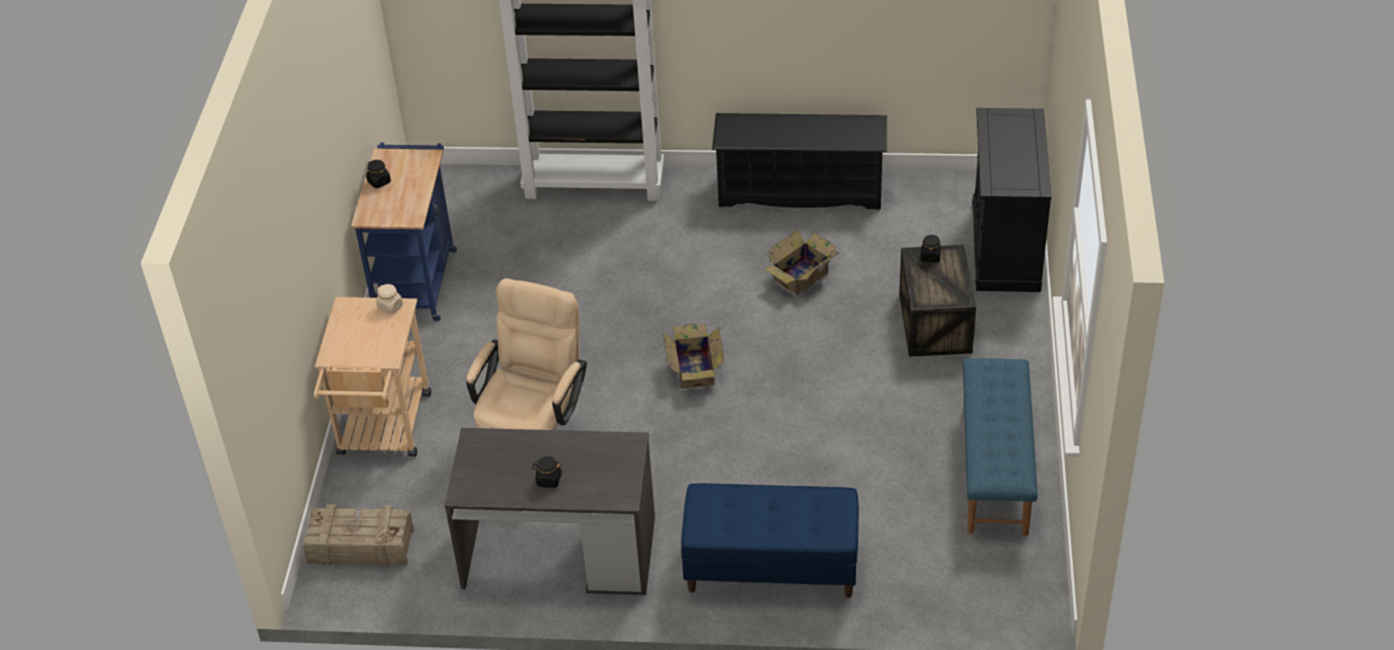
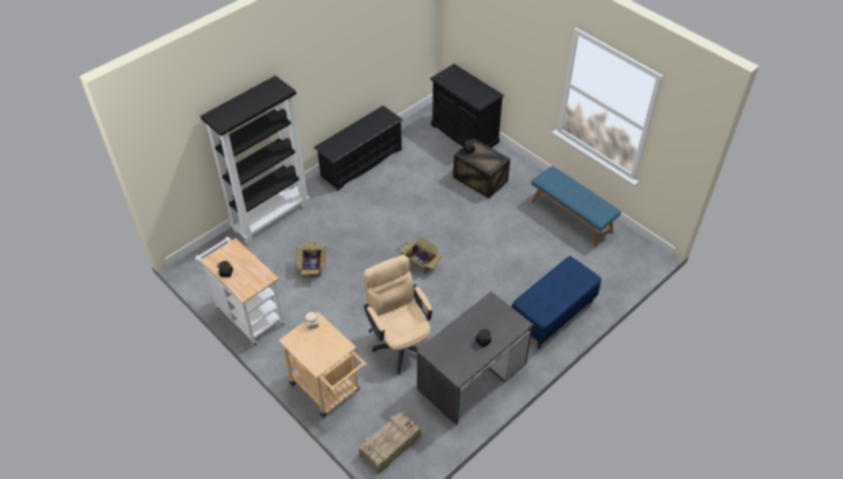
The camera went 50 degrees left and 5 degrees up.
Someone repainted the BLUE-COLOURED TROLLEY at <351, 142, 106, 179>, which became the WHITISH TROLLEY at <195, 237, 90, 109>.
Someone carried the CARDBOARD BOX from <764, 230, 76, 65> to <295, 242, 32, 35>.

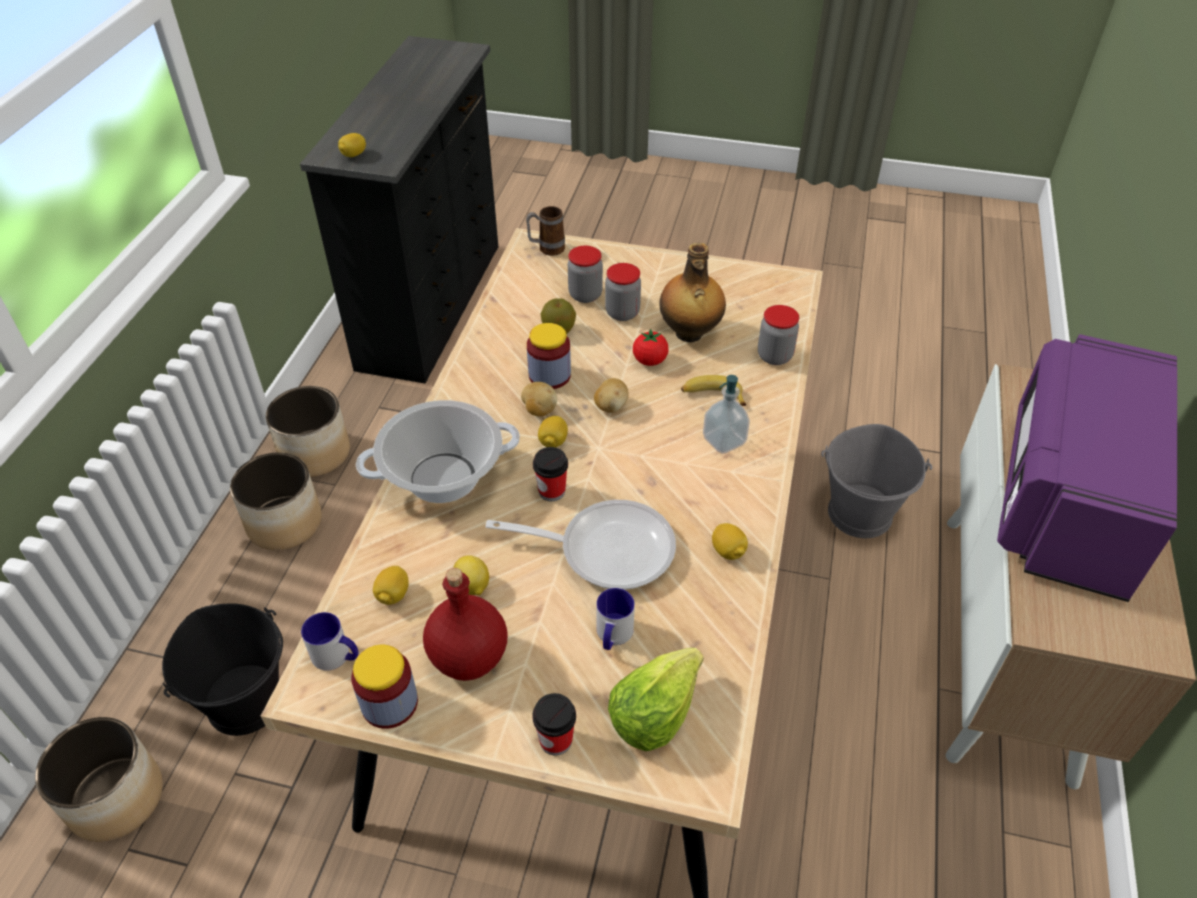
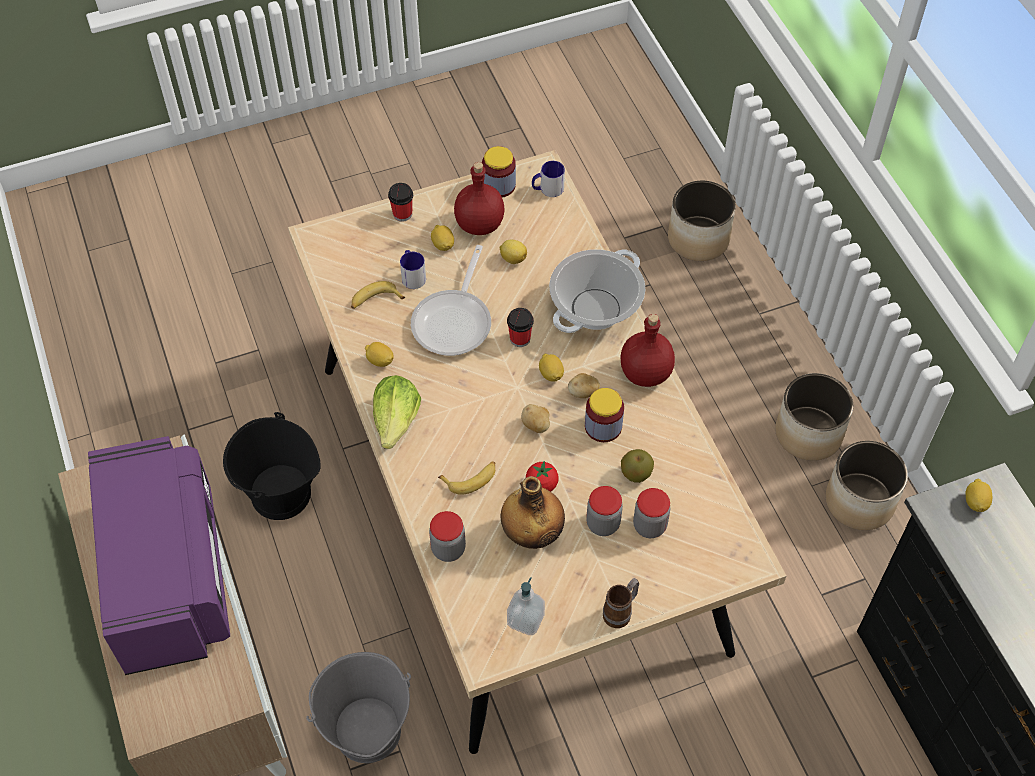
The camera went 145 degrees right and 10 degrees up.
Someone carried the BLACK BUCKET from <162, 603, 121, 133> to <223, 412, 98, 108>.
Someone put down the BANANA at <351, 281, 54, 28>.
Someone carried the LETTUCE from <608, 647, 96, 104> to <373, 375, 48, 74>.
Someone rotated the FRYING PAN at <485, 500, 191, 90> by 45 degrees counterclockwise.
Someone carried the LEMON from <373, 566, 36, 39> to <431, 225, 23, 26>.
Someone carried the SOAP BOTTLE from <703, 375, 47, 79> to <507, 577, 38, 58>.
Someone carried the COFFEE MUG from <526, 206, 39, 50> to <603, 578, 36, 50>.
Someone put down the RED DRINK BOTTLE at <620, 314, 55, 73>.

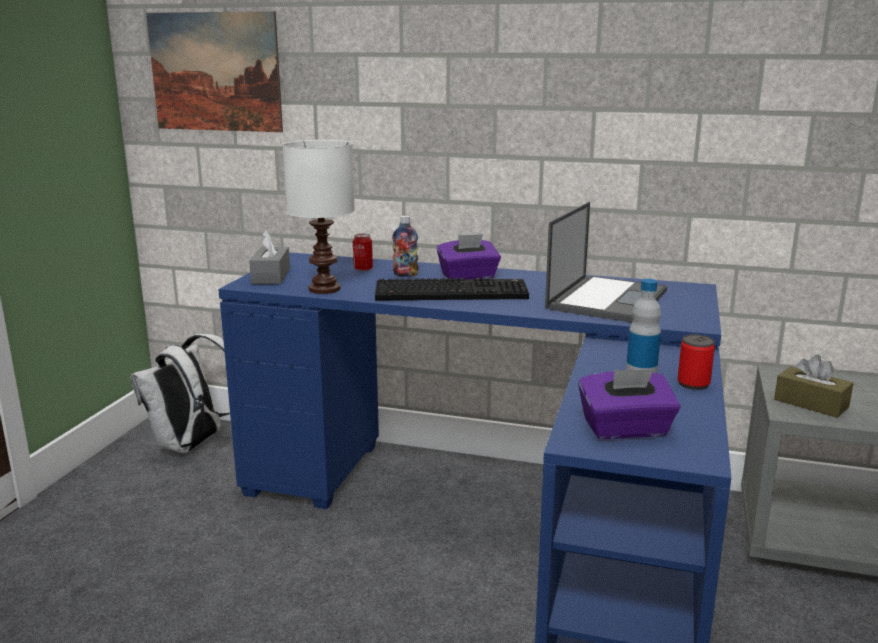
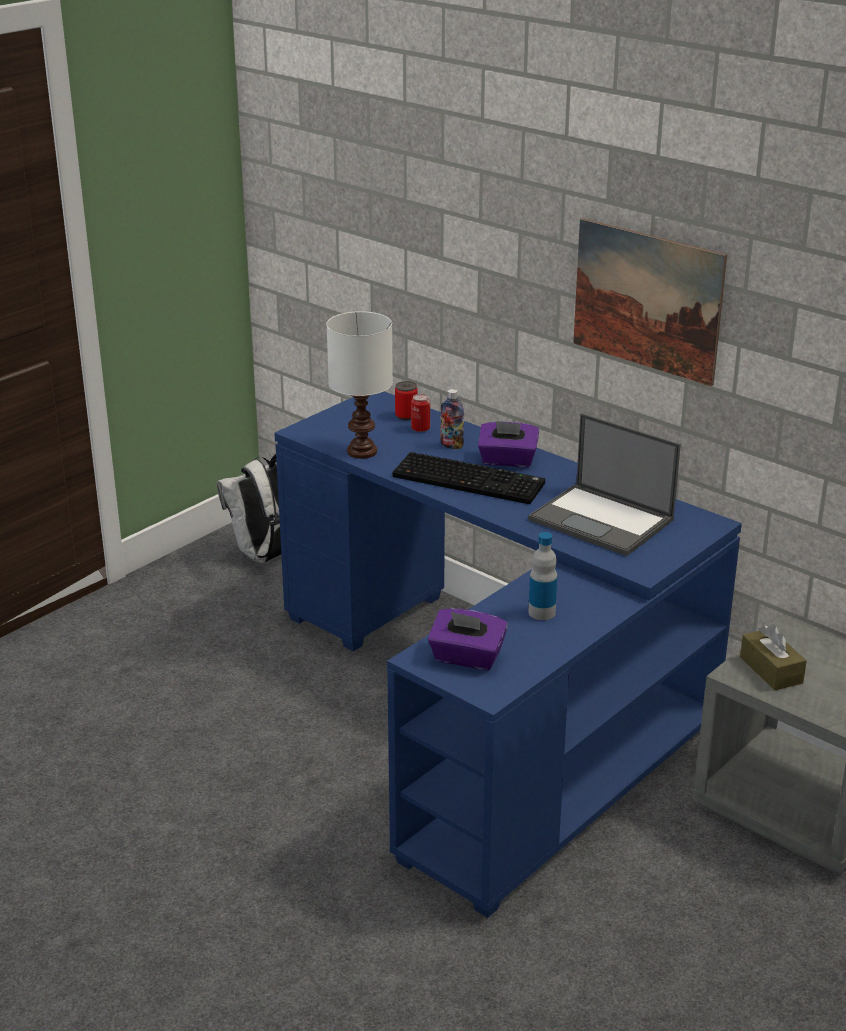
The camera went 25 degrees right and 10 degrees up.
Someone carried the METAL CAN from <678, 334, 37, 56> to <395, 381, 22, 39>.
Someone rotated the PORTABLE COMPUTER at <545, 202, 122, 121> by 75 degrees clockwise.
Someone carried the WALL PICTURE from <146, 11, 137, 121> to <573, 218, 154, 168>.
Someone took away the GRAY BOX OF TISSUES at <249, 230, 41, 54>.

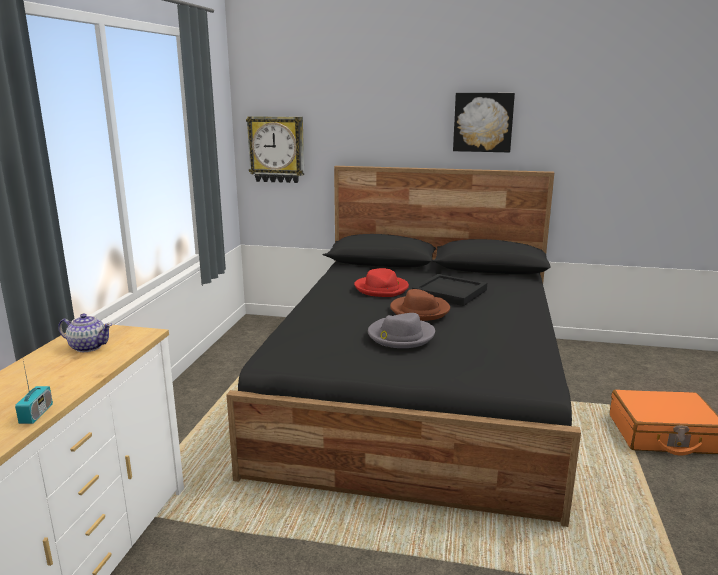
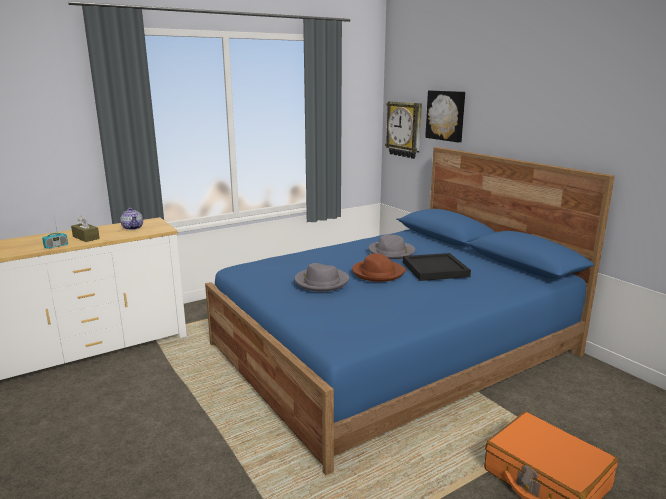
The camera went 45 degrees right and 0 degrees up.
Someone put down the BROWNISH BOX OF TISSUES at <71, 216, 29, 26>.
Someone repainted the BLACK BEDROOM BED at <226, 166, 355, 361>, which became the BLUE-COLOURED BEDROOM BED at <205, 147, 410, 328>.
Someone repainted the RED CLOTHING HAT at <354, 268, 55, 29>, which became the GRAY CLOTHING HAT at <369, 235, 46, 24>.
Someone carried the WALL PICTURE from <453, 93, 62, 59> to <425, 90, 40, 53>.

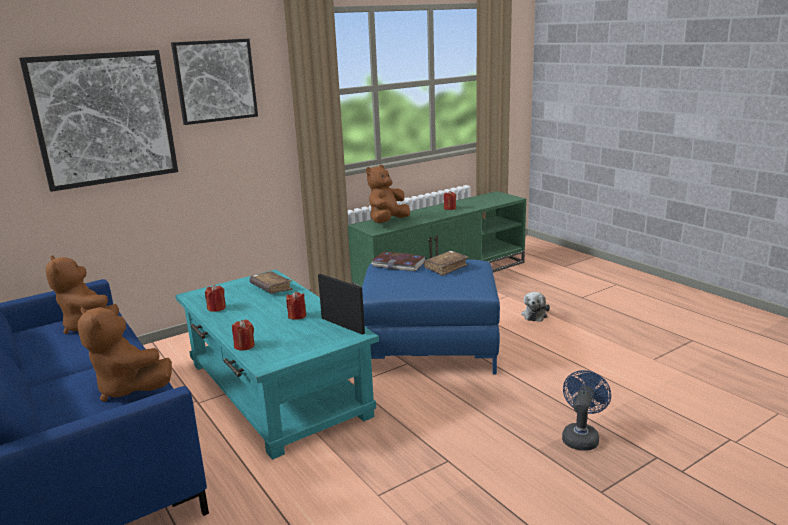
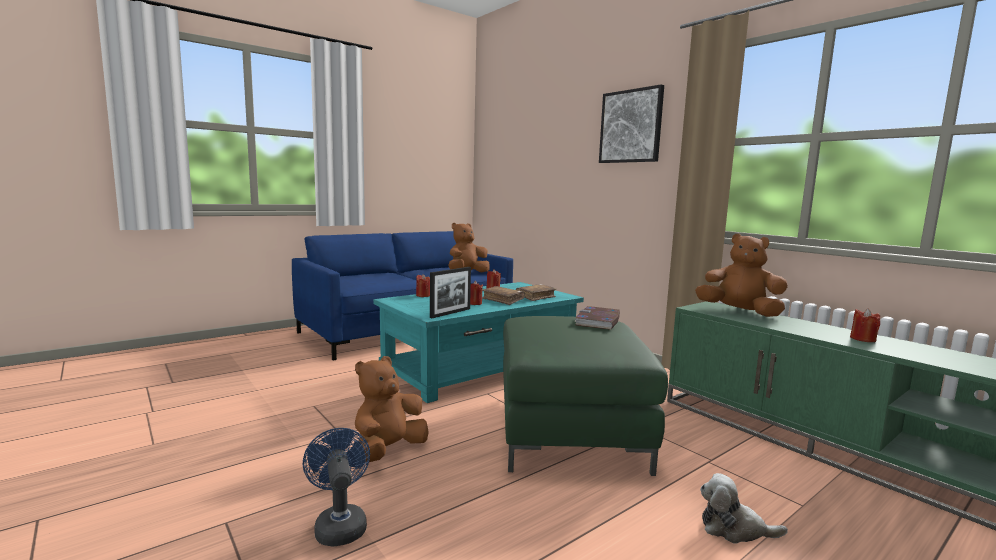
The camera went 85 degrees right and 10 degrees down.
Someone rotated the BLUE-COLOURED COOLING FAN at <562, 370, 49, 81> by 135 degrees counterclockwise.
Someone carried the BROWNISH CUDDLY TOY from <78, 306, 94, 96> to <355, 356, 74, 106>.
Someone carried the BROWNISH BOOK from <424, 251, 44, 25> to <482, 286, 43, 19>.
Someone repainted the BLUE-COLOURED FOOTREST at <362, 259, 138, 115>, which became the GREEN FOOTREST at <503, 316, 165, 160>.
Someone took away the WALL PICTURE at <19, 50, 159, 142>.

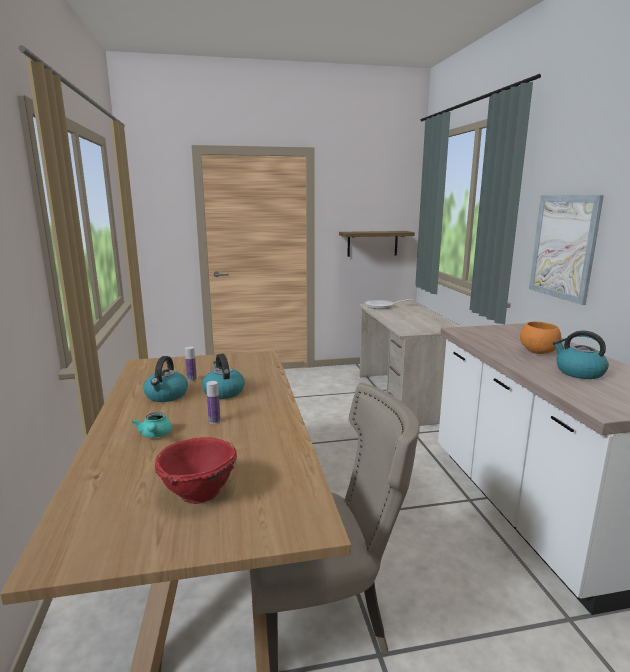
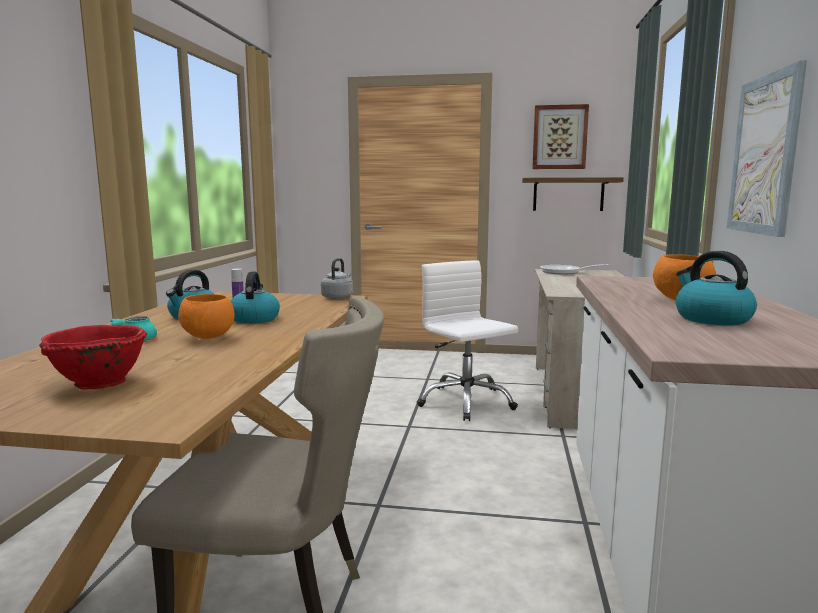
The camera went 20 degrees right and 5 degrees down.
Someone swapped the DRINK BOTTLE at <206, 381, 14, 43> for the ORANGEY SERVING BOWL at <178, 294, 57, 45>.
Someone put down the GRAY TEA KETTLE at <321, 258, 32, 41>.
Someone put down the WHITISH DESK CHAIR at <417, 260, 101, 161>.
Someone put up the WALL PICTURE at <532, 104, 57, 65>.

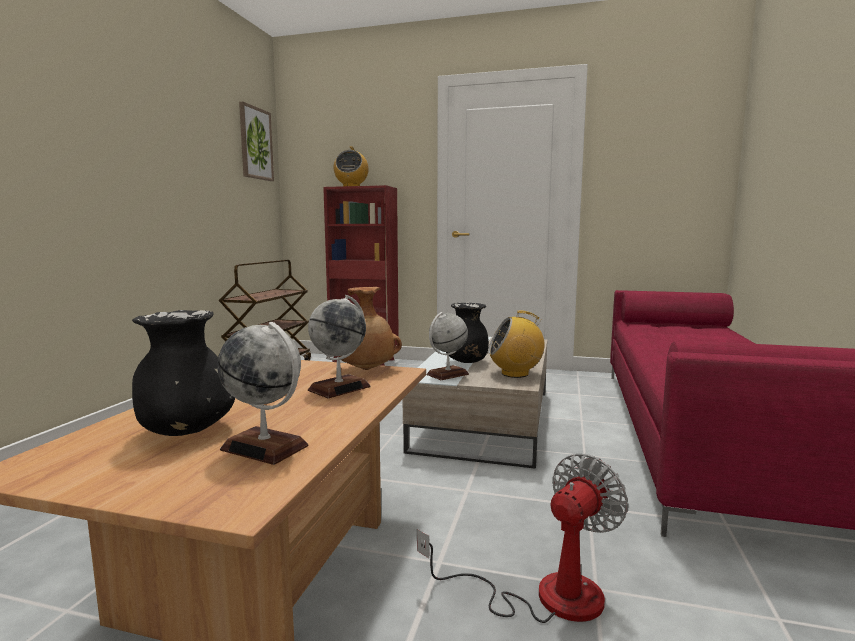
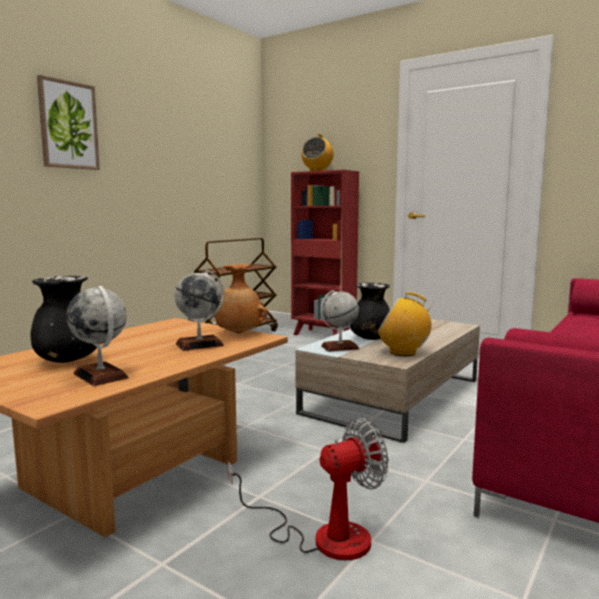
The camera went 20 degrees right and 0 degrees up.
Someone carried the WALL PICTURE from <239, 102, 35, 79> to <37, 75, 63, 95>.

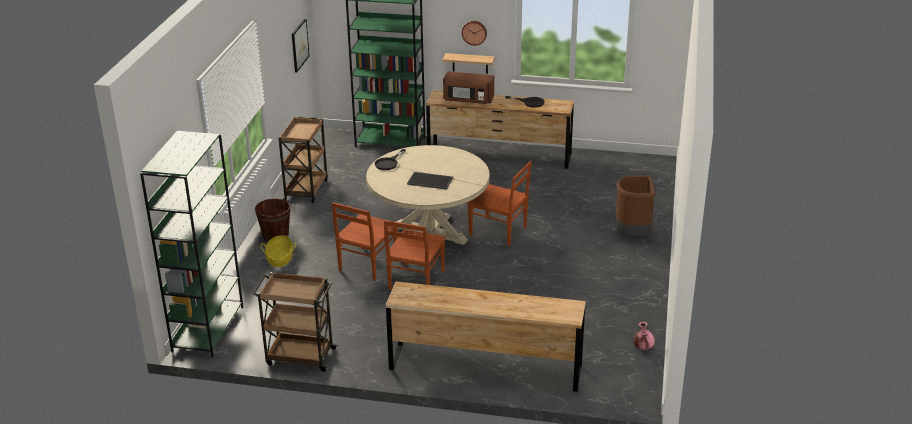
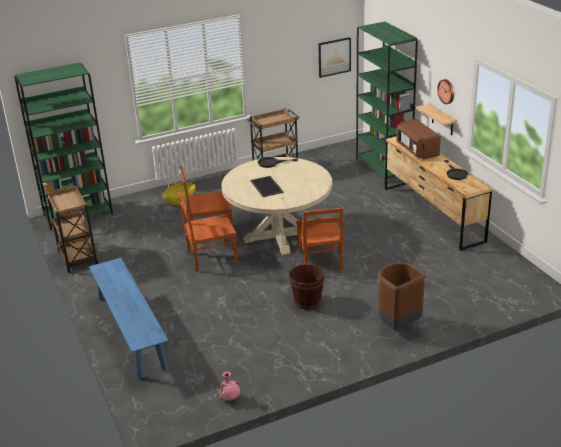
The camera went 55 degrees right and 0 degrees up.
Someone swapped the BROWNISH CHEST OF DRAWERS at <386, 281, 200, 111> for the BLUE-COLOURED LONG SEAT at <89, 258, 80, 121>.
Someone carried the BROWNISH BUCKET from <255, 198, 36, 44> to <289, 264, 36, 46>.

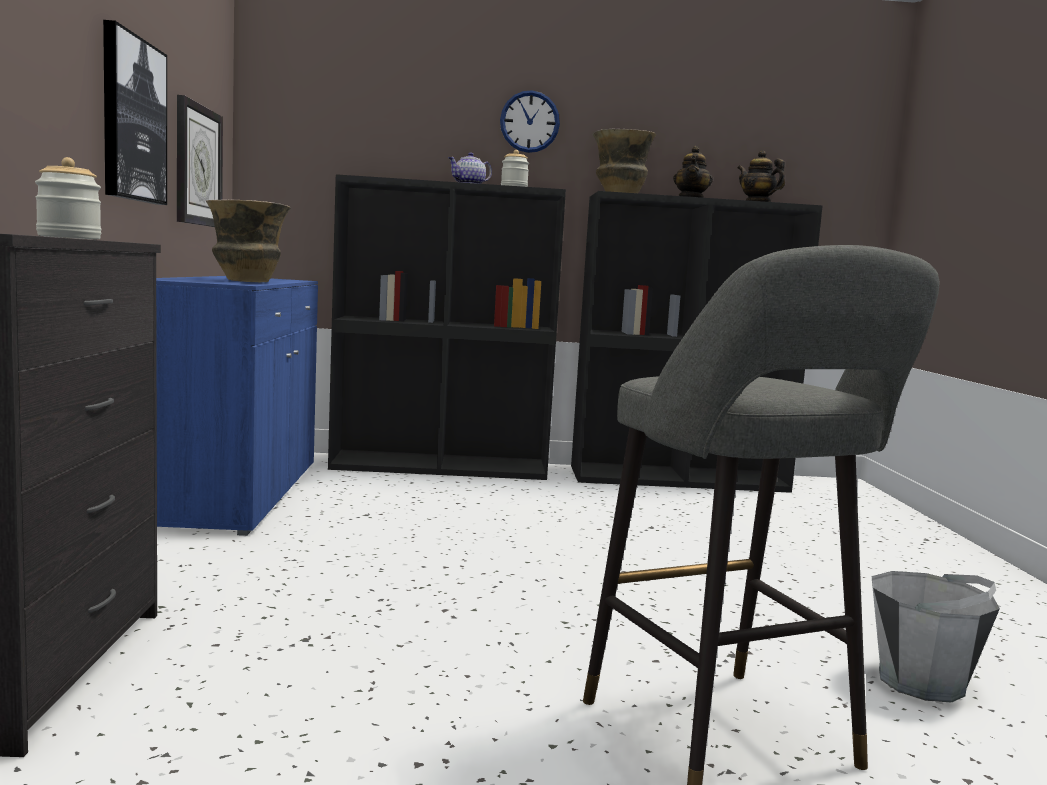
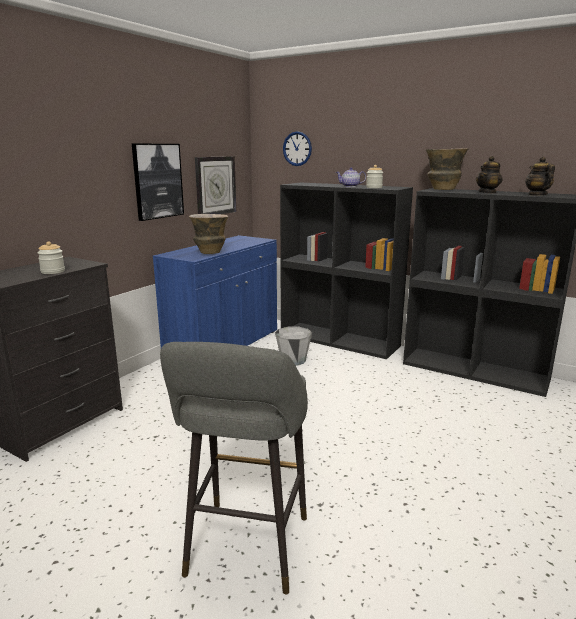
The camera went 35 degrees right and 10 degrees up.
Someone carried the GRAY BUCKET from <871, 571, 129, 131> to <275, 327, 37, 38>.
Someone carried the WALL CLOCK from <500, 90, 60, 63> to <283, 131, 29, 35>.

